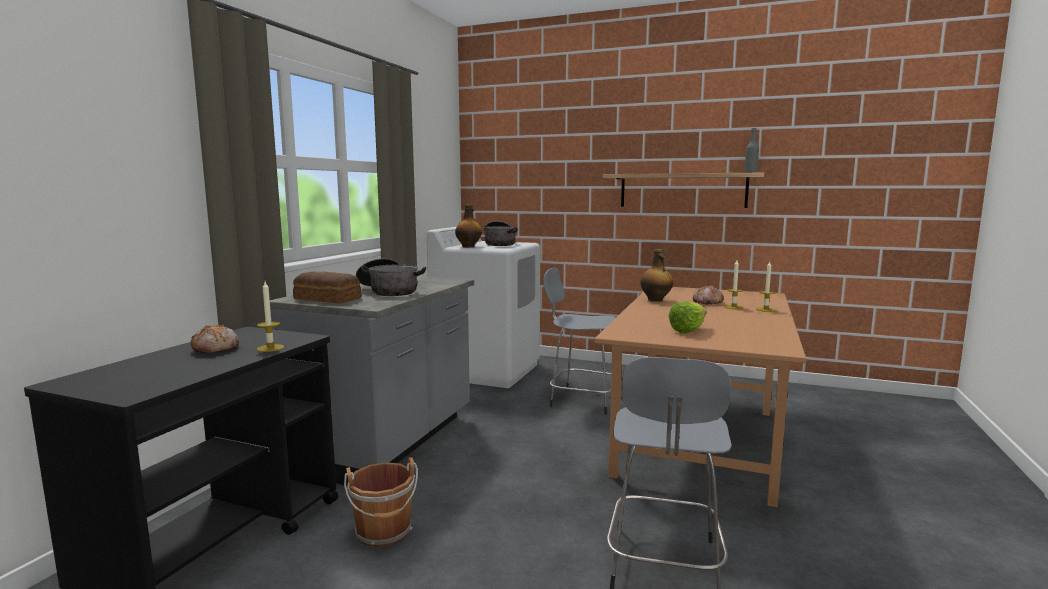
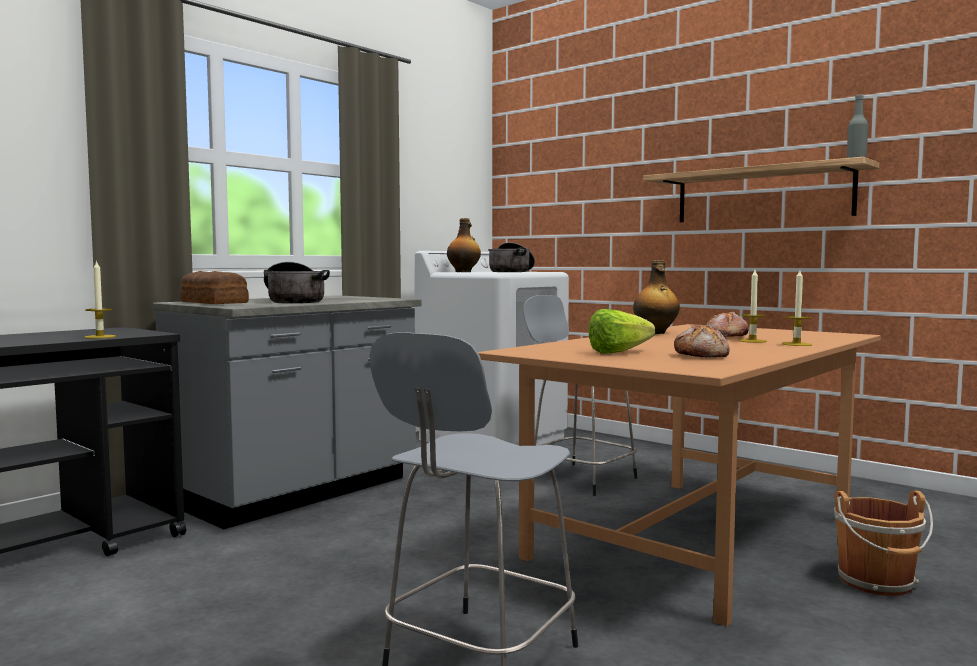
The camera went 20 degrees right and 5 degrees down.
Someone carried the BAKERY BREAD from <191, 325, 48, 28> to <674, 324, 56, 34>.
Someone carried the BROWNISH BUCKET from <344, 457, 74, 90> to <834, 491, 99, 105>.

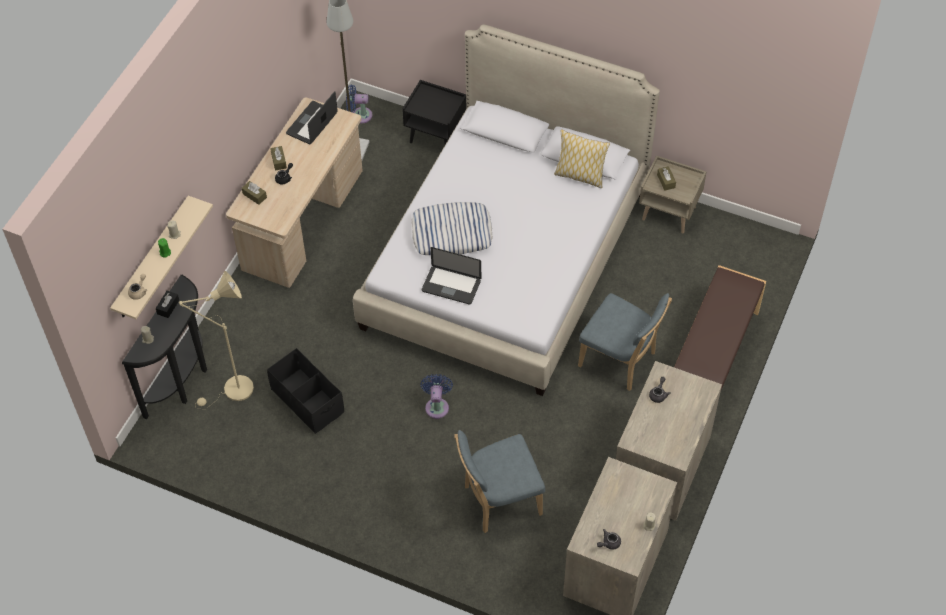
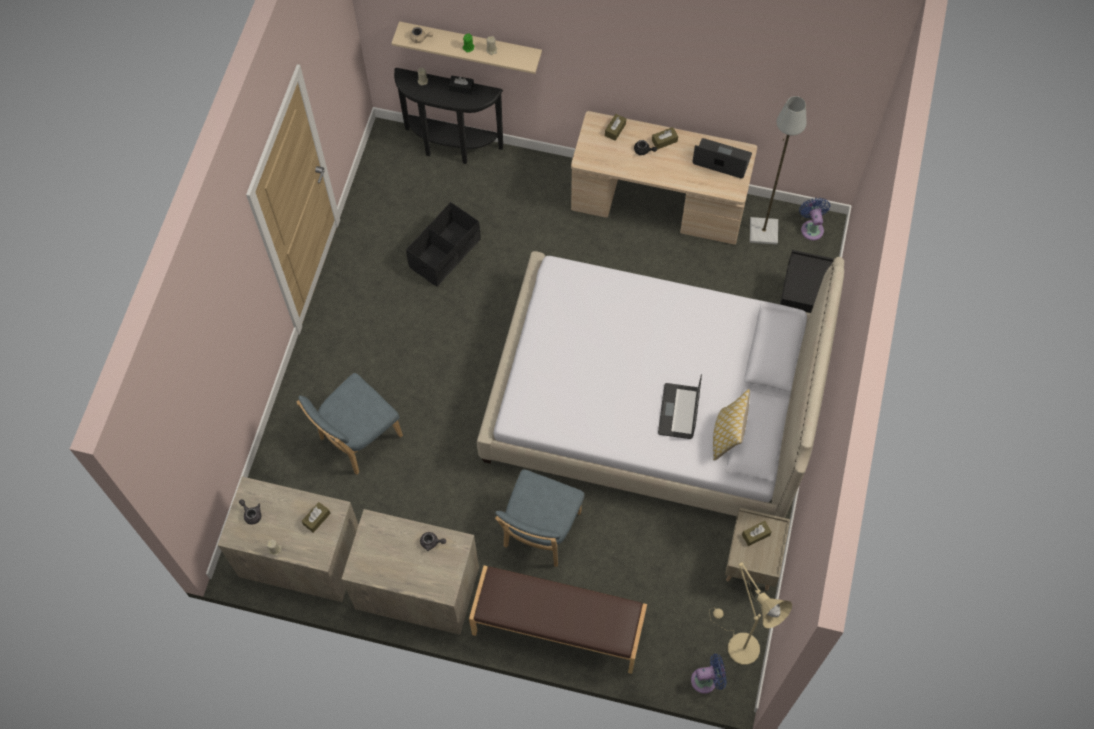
The camera went 80 degrees right and 10 degrees up.
Someone rotated the BLUE-COLOURED PLAIN CHAIR at <454, 430, 91, 103> by 105 degrees counterclockwise.
Someone put down the BROWNISH BOX OF TISSUES at <302, 502, 28, 31>.
Someone carried the PORTABLE COMPUTER from <422, 247, 59, 58> to <658, 374, 44, 65>.
Someone carried the BLUE-COLOURED COOLING FAN from <421, 374, 32, 45> to <691, 654, 35, 40>.
Someone carried the BEIGE-COLOURED STANDARD LAMP from <179, 271, 75, 138> to <709, 562, 83, 103>.
Someone took away the THROW PILLOW at <412, 202, 81, 53>.

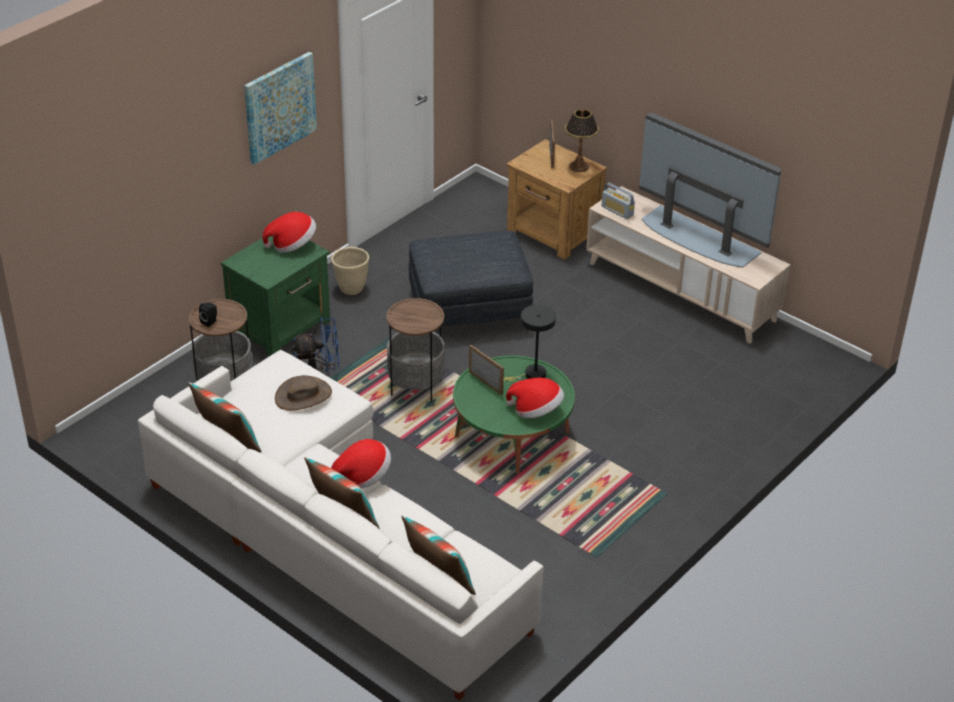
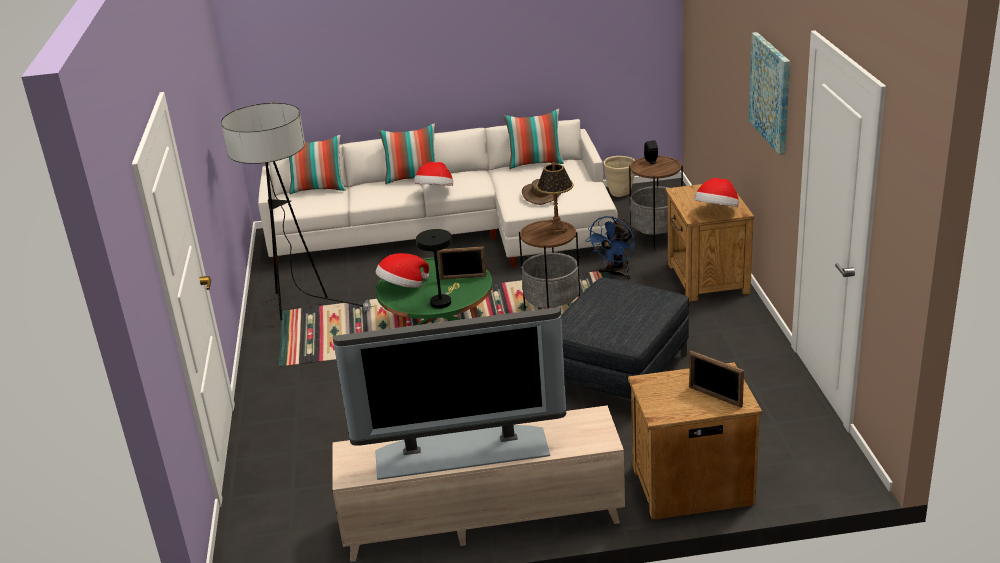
The camera went 135 degrees right and 10 degrees down.
Someone put down the STANDARD LAMP at <221, 103, 153, 217>.
Someone carried the TABLETOP LAMP from <565, 109, 34, 63> to <536, 162, 37, 72>.
Someone carried the BEIGE-COLOURED FLOWER POT from <331, 247, 38, 48> to <603, 156, 32, 41>.
Someone repainted the GREEN NIGHT TABLE at <221, 236, 109, 120>, which became the BROWNISH NIGHT TABLE at <665, 184, 89, 118>.
Someone took away the RADIO RECEIVER at <602, 183, 33, 36>.

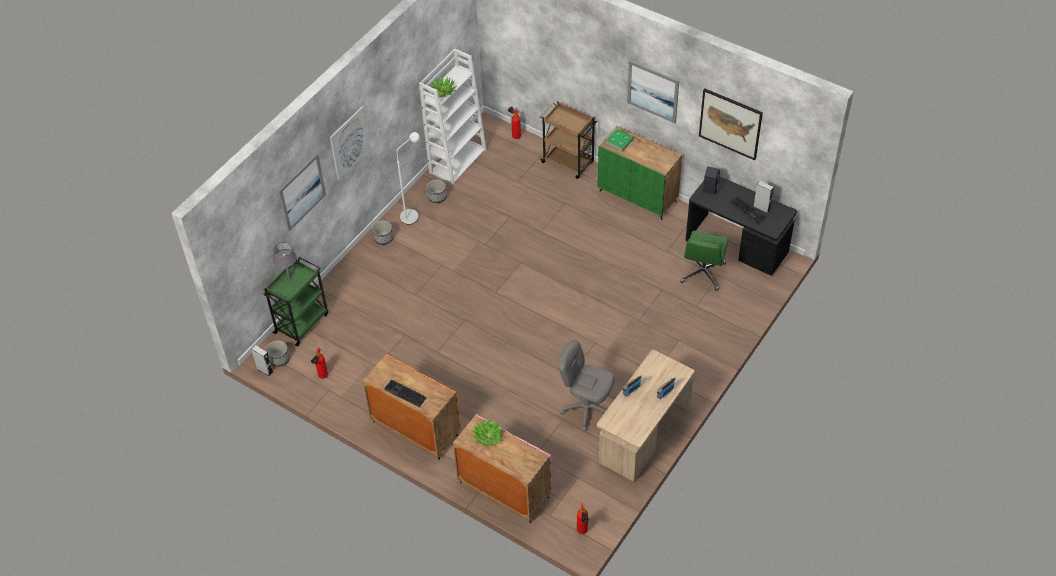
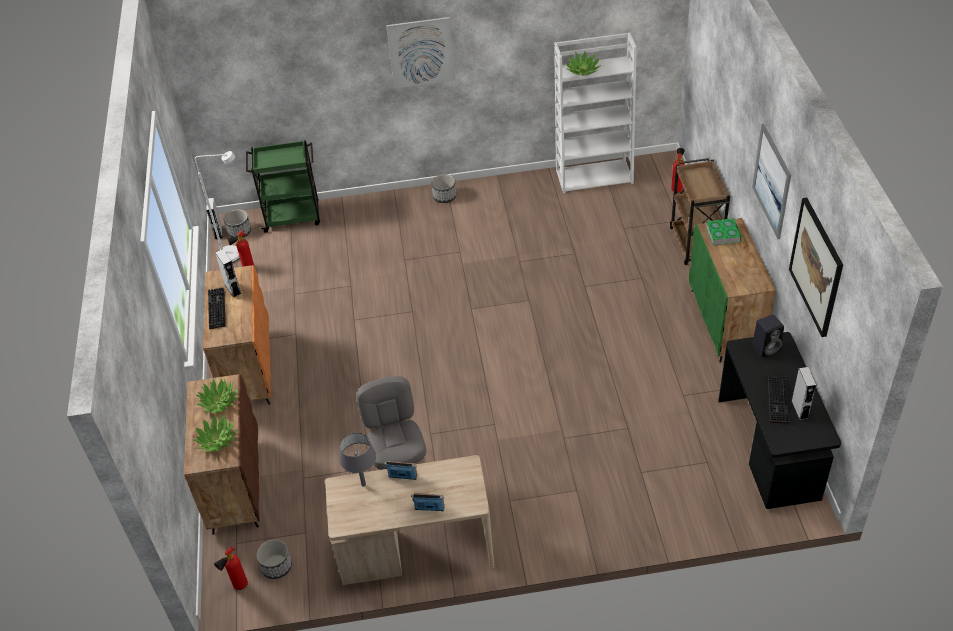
The camera went 50 degrees right and 5 degrees down.
Someone repainted the PINKISH CABINET at <453, 414, 99, 109>, which became the BROWNISH CABINET at <184, 374, 76, 161>.
Someone put down the POTTED PLANT at <194, 415, 44, 37>.
Someone carried the WHITISH STANDARD LAMP from <397, 132, 23, 92> to <195, 151, 45, 112>.
Someone put down the GRAY AUDIO SPEAKER at <215, 249, 26, 49>.
Someone carried the FLOWER POT from <427, 179, 20, 24> to <256, 539, 36, 40>.
Someone carried the GRAY TABLETOP LAMP from <273, 242, 24, 36> to <339, 433, 37, 54>.
Someone took away the WALL PICTURE at <278, 154, 48, 77>.
Someone took away the GREEN DESK CHAIR at <680, 231, 48, 60>.

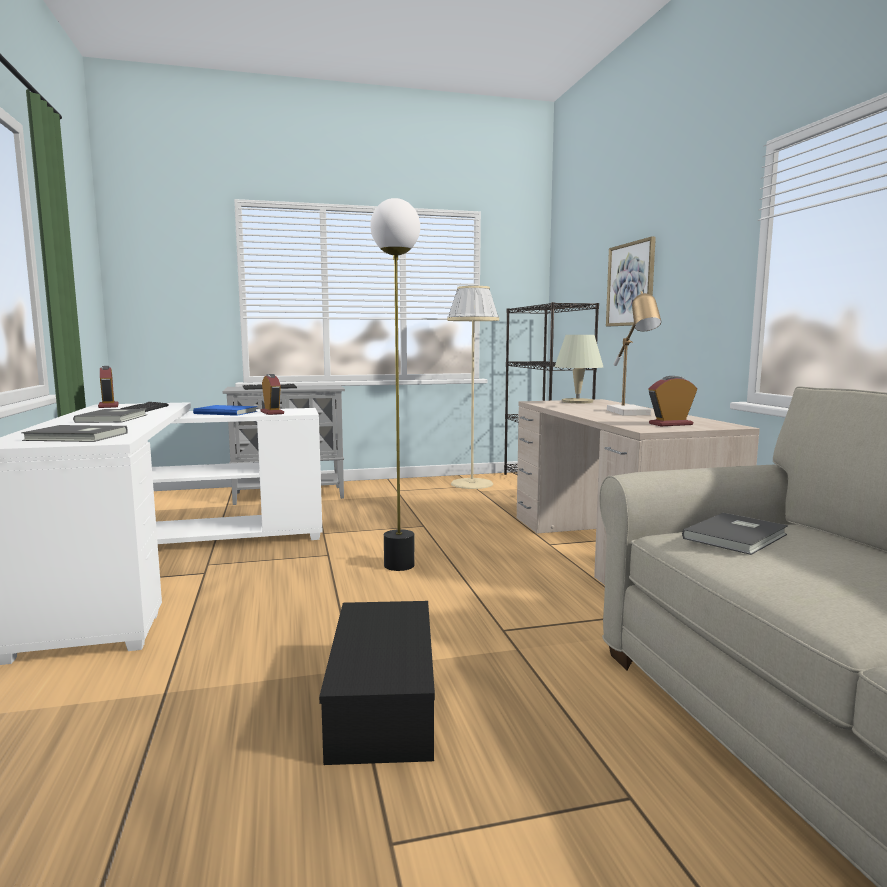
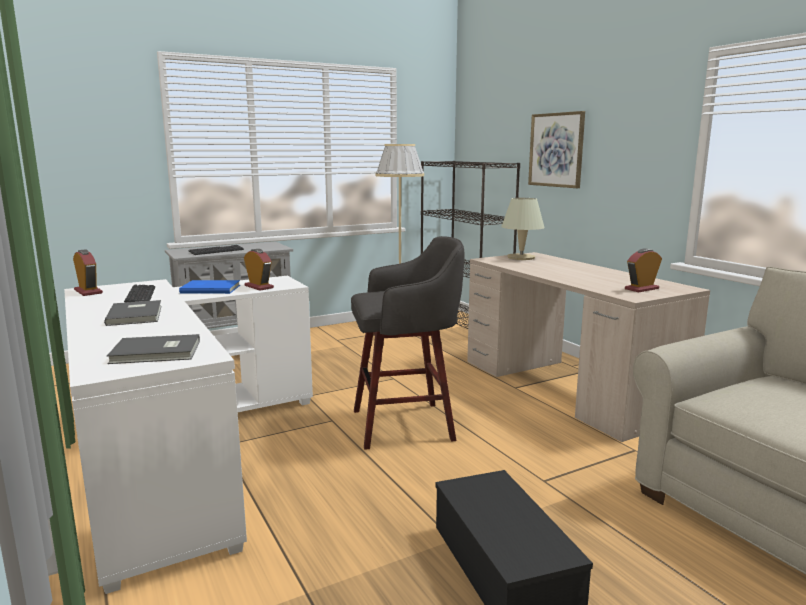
The camera went 15 degrees left and 5 degrees up.
Someone swapped the STANDARD LAMP at <370, 198, 50, 373> for the GRAY STOOL SEAT at <351, 236, 114, 214>.
Someone took away the TABLETOP LAMP at <607, 291, 54, 125>.
Someone took away the GRAY BOOK at <682, 513, 106, 42>.

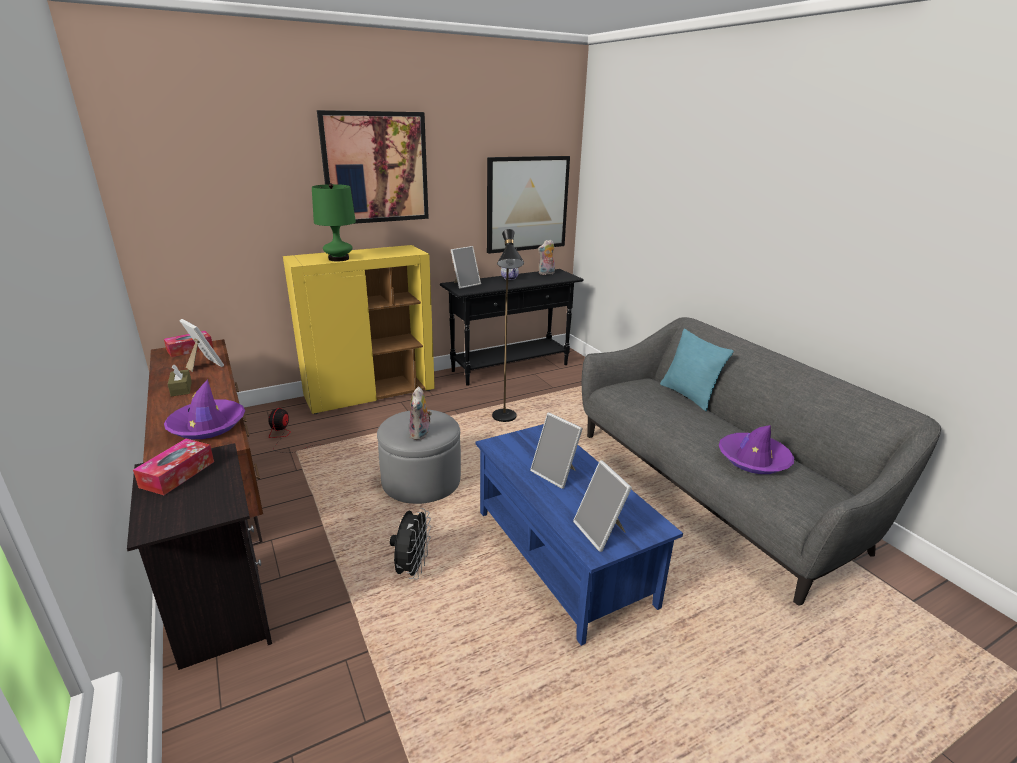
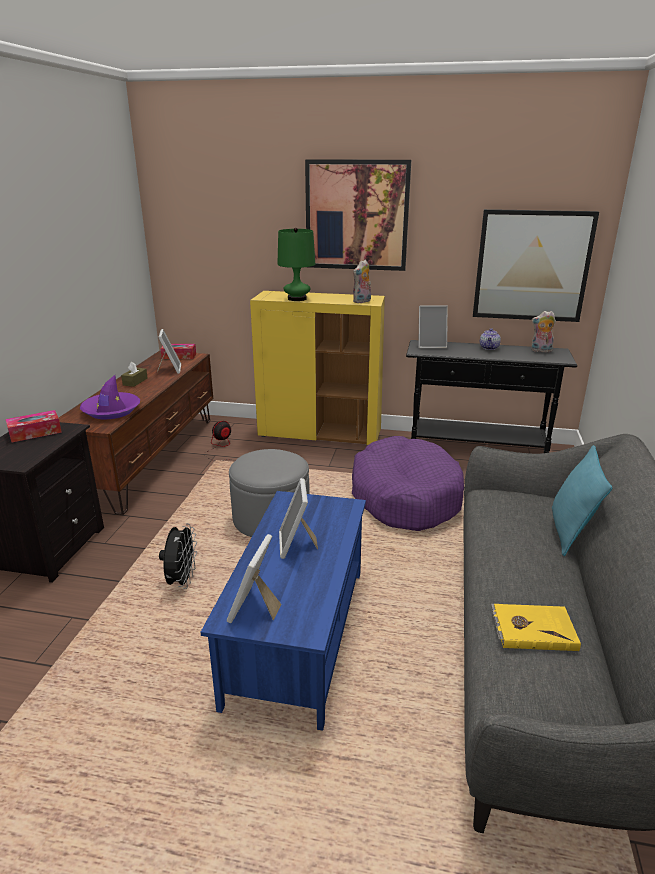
The camera went 40 degrees right and 0 degrees up.
Someone rotated the BLACK COOLING FAN at <390, 508, 41, 71> by 45 degrees counterclockwise.
Someone swapped the BLACK STANDARD LAMP at <492, 229, 32, 193> for the PURPLE-COLOURED DOG BED at <352, 436, 112, 95>.
Someone carried the CUDDLY TOY from <409, 386, 23, 54> to <353, 260, 18, 43>.
Someone swapped the PURPLE-COLOURED CLOTHING HAT at <719, 425, 75, 49> for the YELLOW-COLOURED BOOK at <491, 604, 90, 47>.

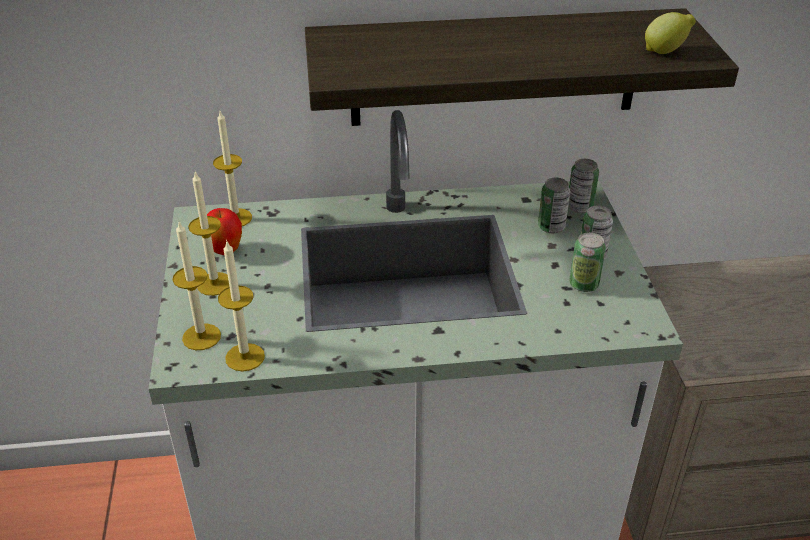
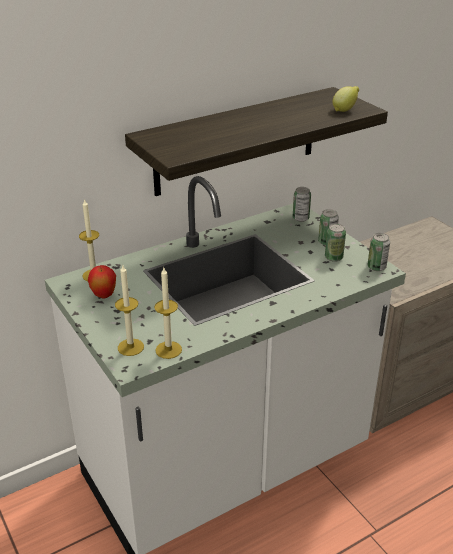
The camera went 25 degrees left and 5 degrees down.
Someone carried the METAL CAN from <538, 178, 32, 55> to <367, 233, 23, 38>.
Someone took away the WAX CANDLE at <188, 172, 41, 124>.

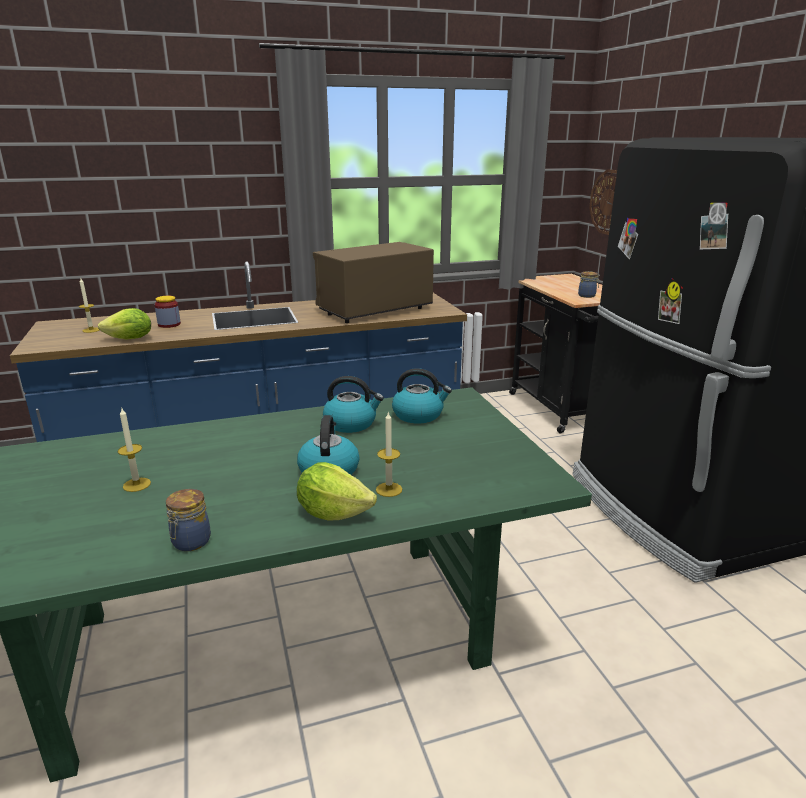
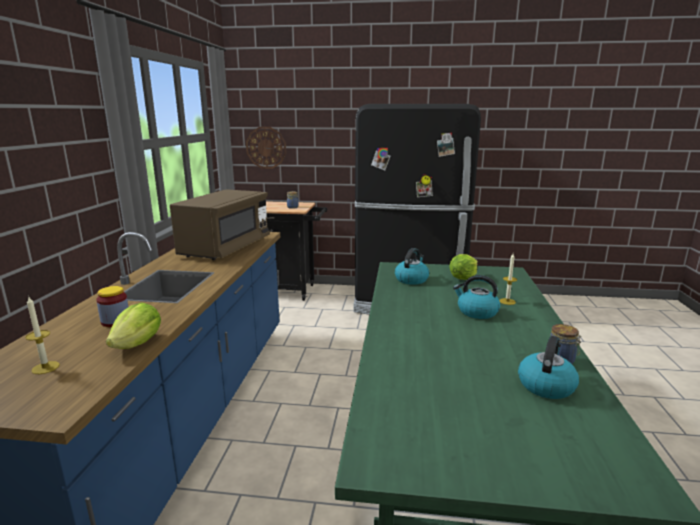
The camera went 65 degrees left and 5 degrees down.
Someone rotated the BROWNISH MICROWAVE at <313, 242, 121, 81> by 150 degrees counterclockwise.
Someone carried the LETTUCE from <297, 462, 80, 59> to <449, 254, 29, 26>.
Someone carried the TEA KETTLE from <323, 376, 61, 57> to <518, 336, 61, 63>.
Someone took away the WAX CANDLE at <117, 407, 34, 85>.

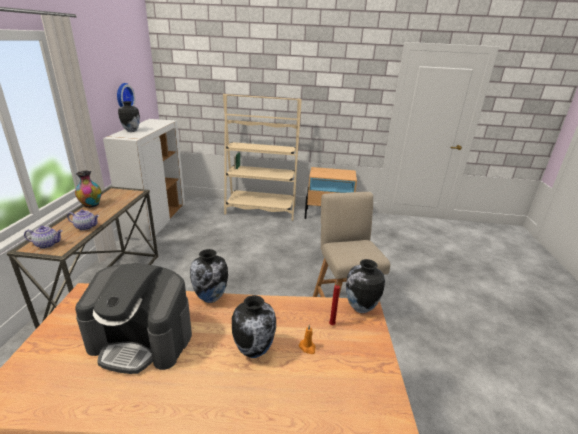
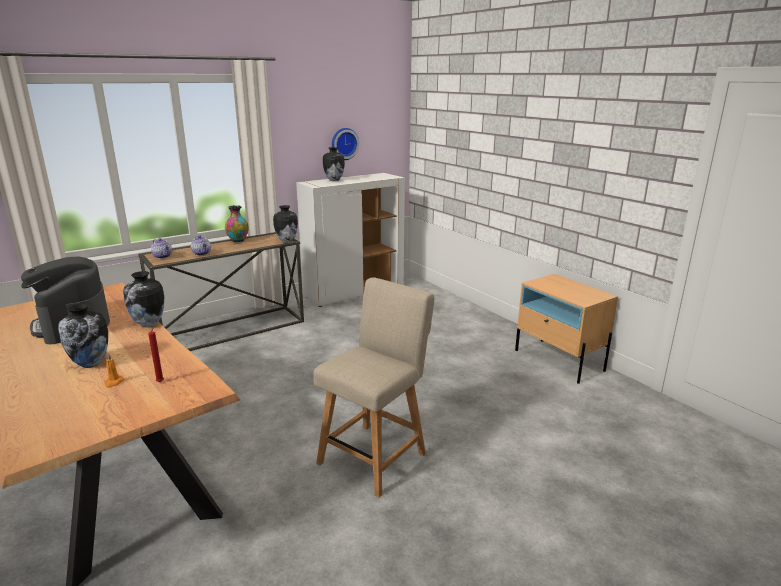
The camera went 50 degrees right and 5 degrees down.
Someone carried the DECORATIVE VASE from <346, 259, 39, 54> to <273, 205, 25, 38>.
Someone took away the BEIGE-COLOURED BOOKCASE at <223, 94, 79, 127>.

